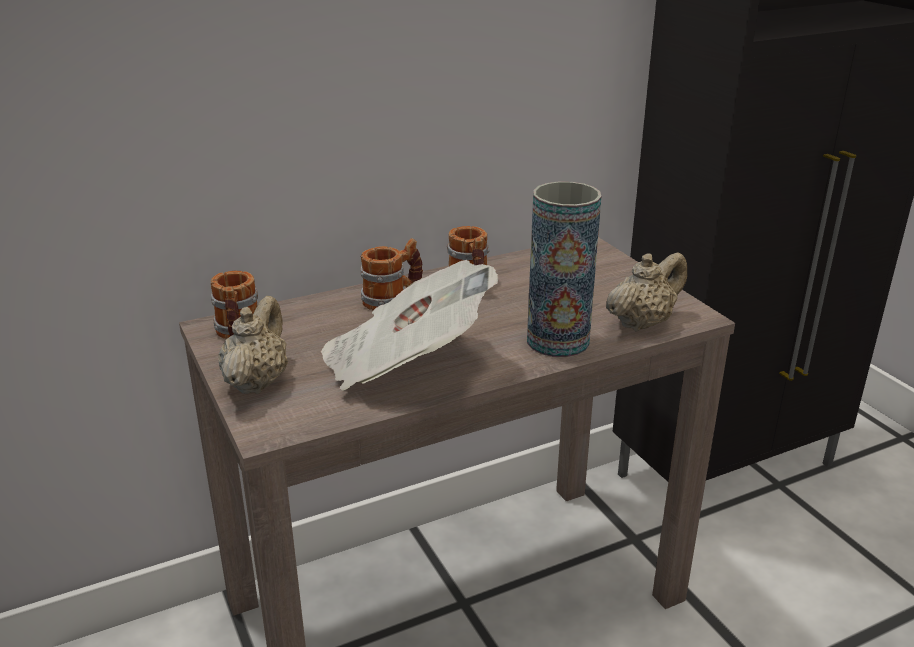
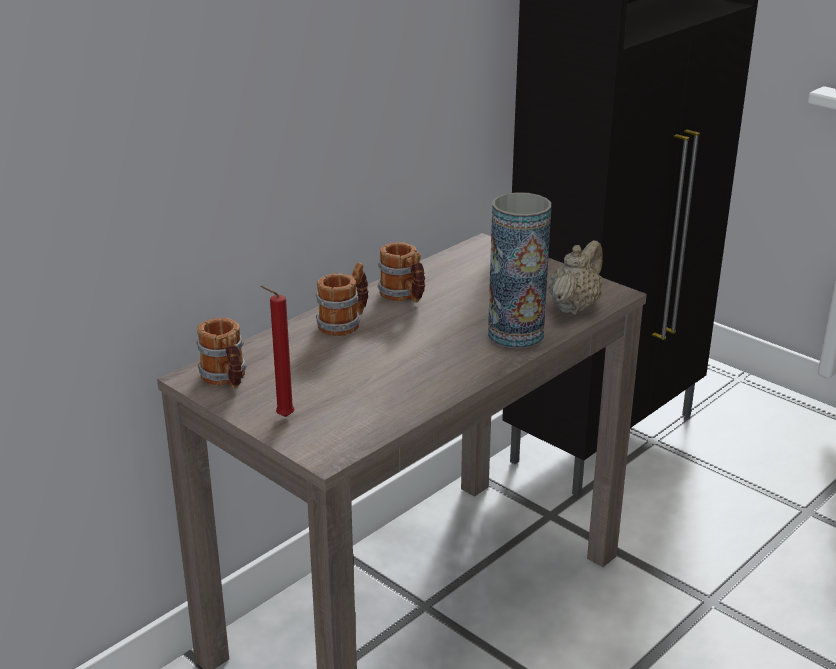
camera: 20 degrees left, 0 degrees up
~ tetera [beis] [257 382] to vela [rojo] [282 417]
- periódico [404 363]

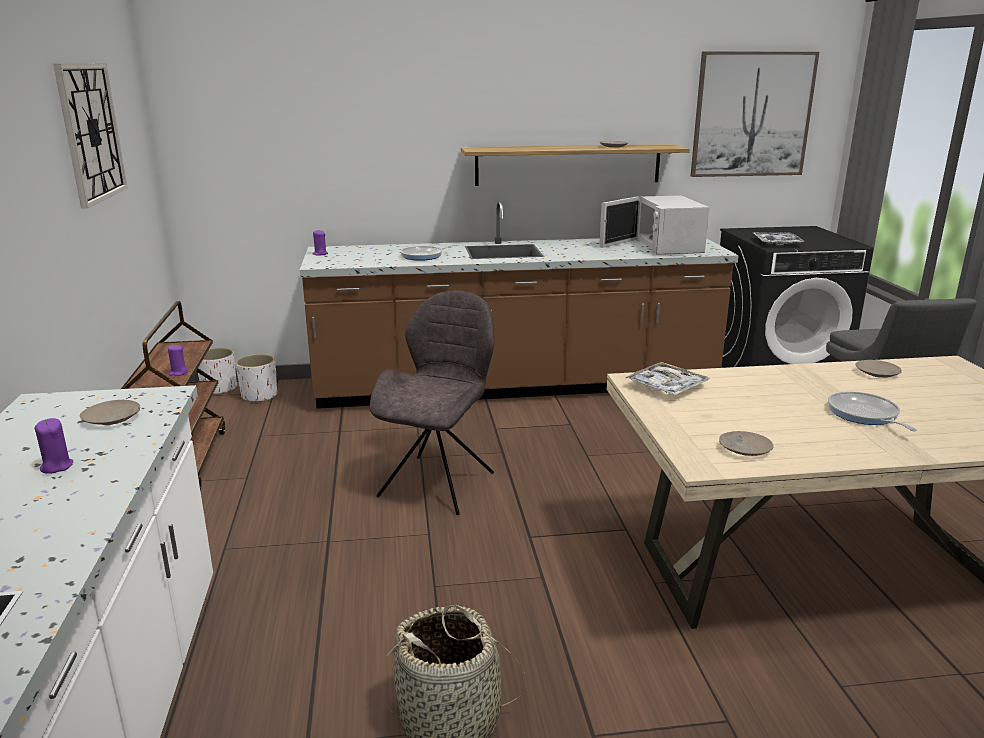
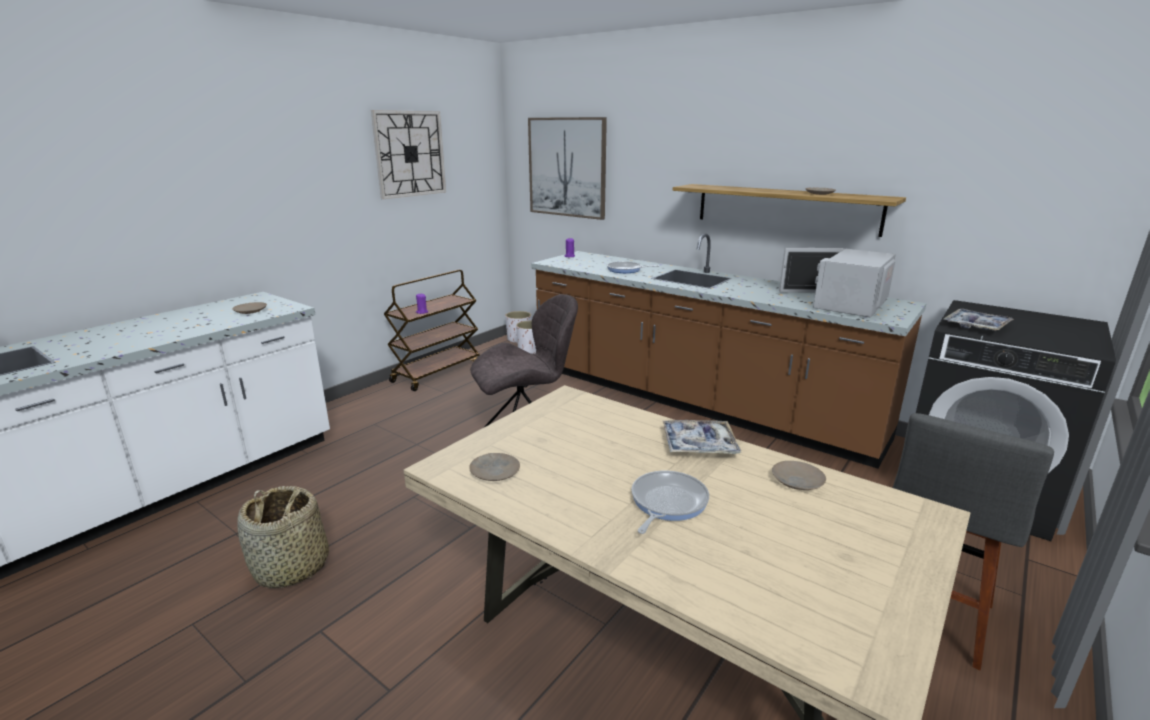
camera: 45 degrees right, 0 degrees up
~ cuadro [752 115] to [567 167]
~ bandeja [666 386] to [699 444]
- vela [morado] [56 466]

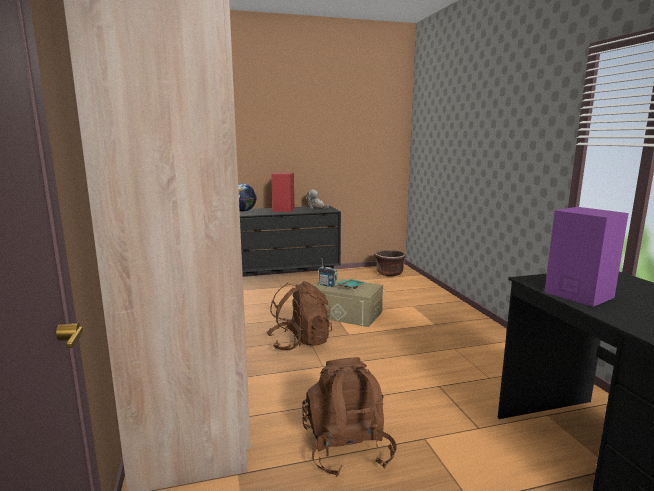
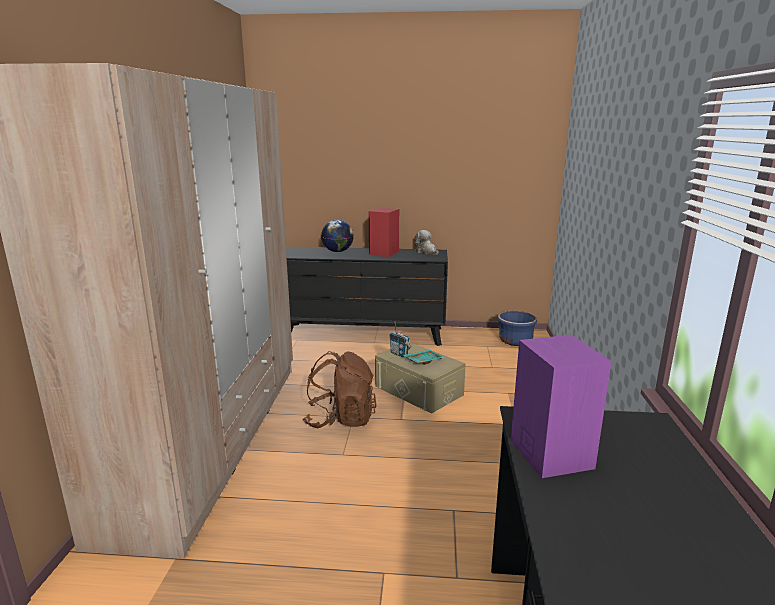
camera: 20 degrees right, 5 degrees up
~ maceta [marrón] [389 273] to maceta [azul] [515 341]
- mochila [marrón] [347 448]

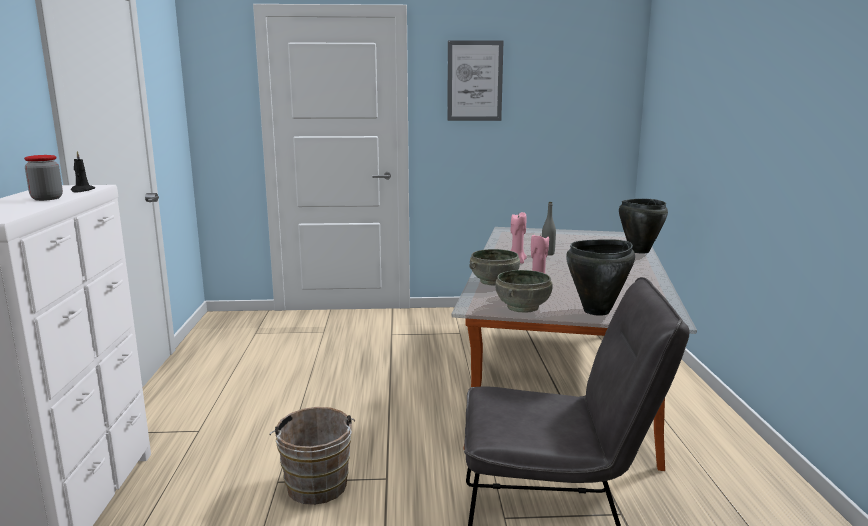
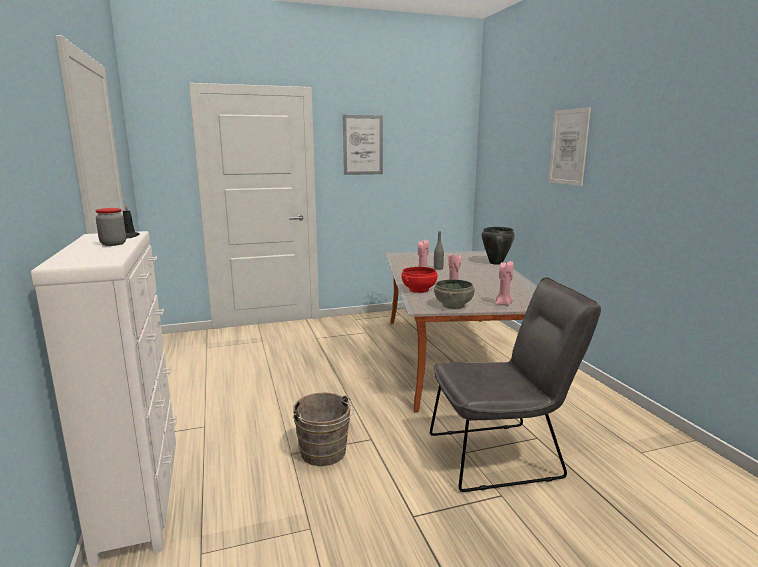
camera: 15 degrees left, 0 degrees up
~ cuenco [gris] [494 281] to cuenco [rojo] [419 290]
~ olla [negro] [597 311] to vela [rosa] [503 304]
+ cuadro [568 147]

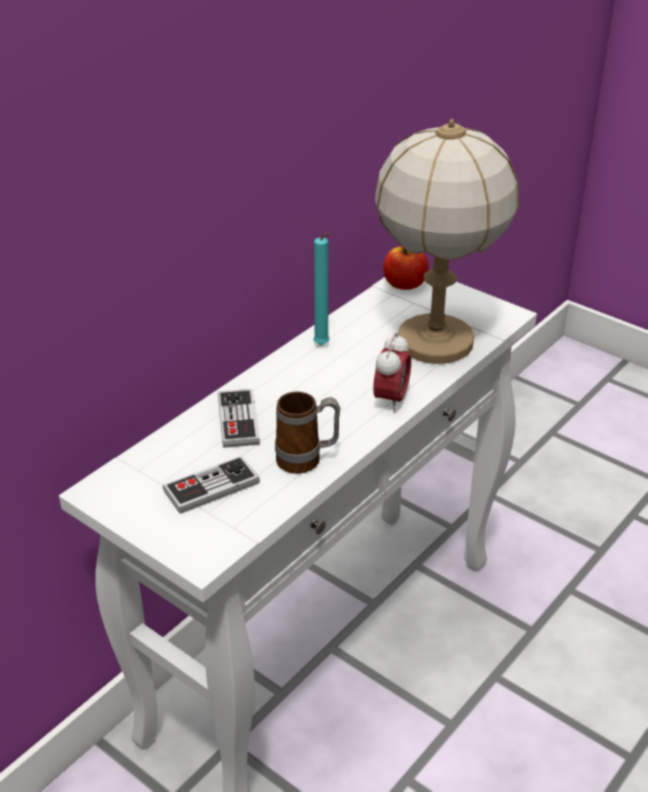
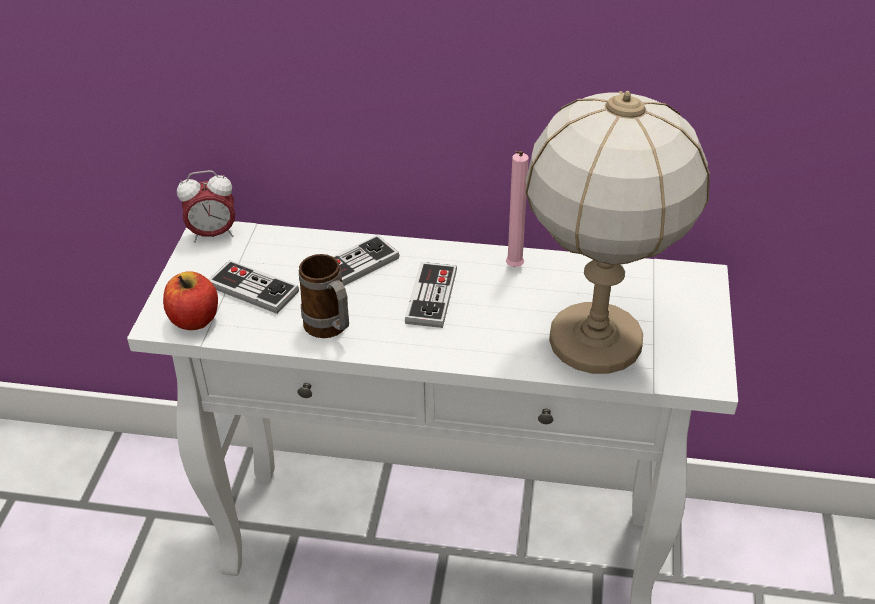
camera: 60 degrees right, 5 degrees up
~ manzana [404 284] to [195 319]
~ despertador [391 400] to [213 234]
+ mando de consola [431 297]
~ vela [turquesa] [322 346] to vela [rosa] [513 269]

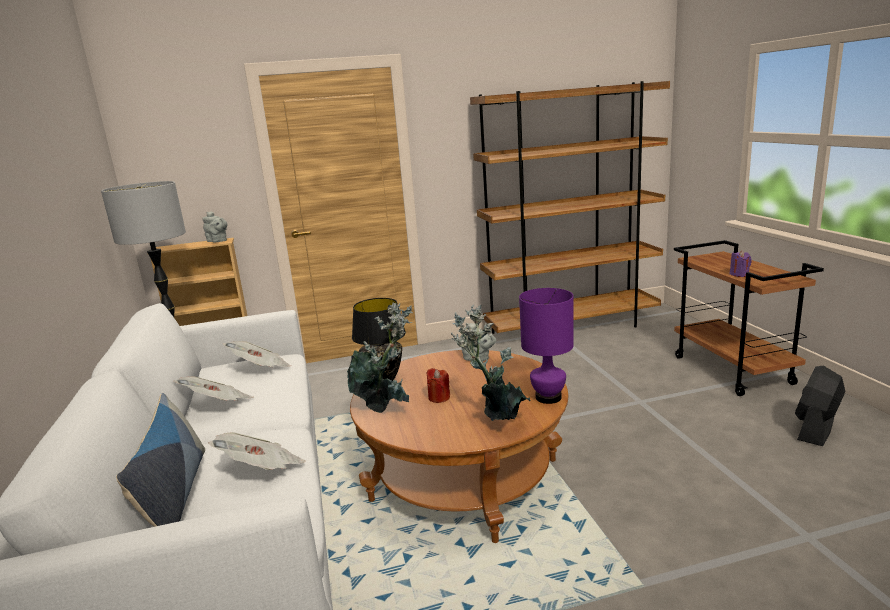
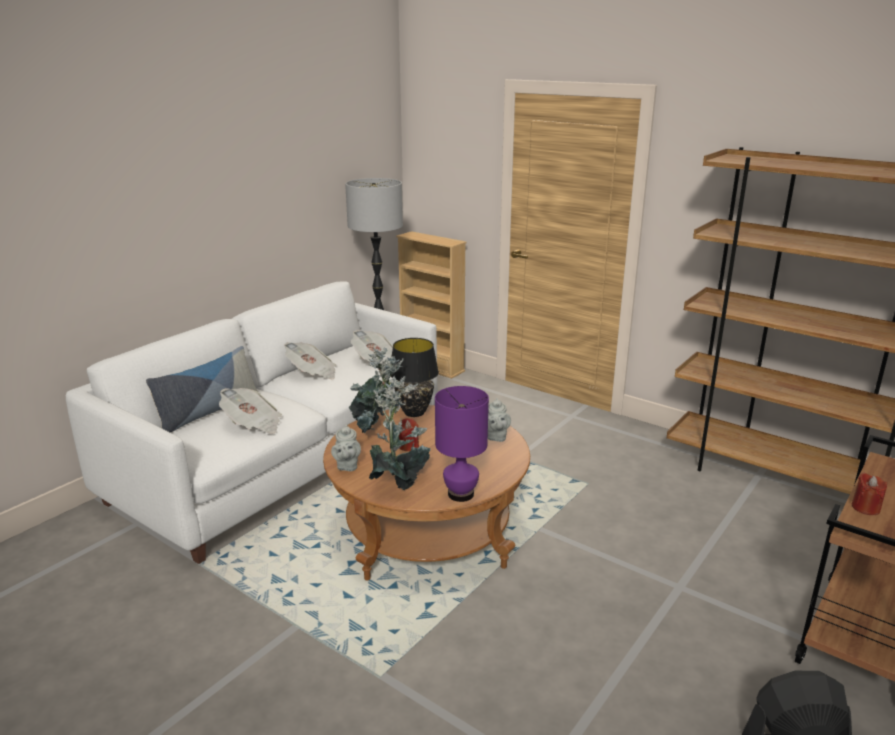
camera: 50 degrees right, 5 degrees up
~ tetera [gris] [218 241] to [347 466]
~ vela [morado] [739 274] to vela [rojo] [865 508]

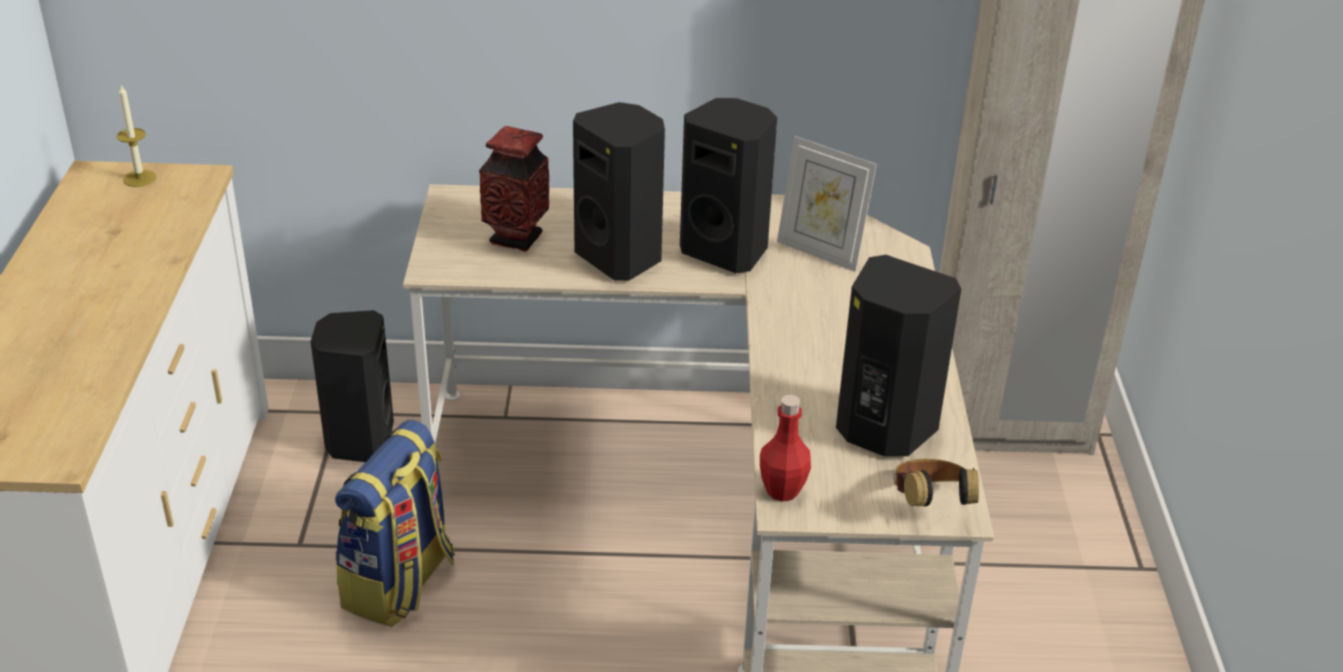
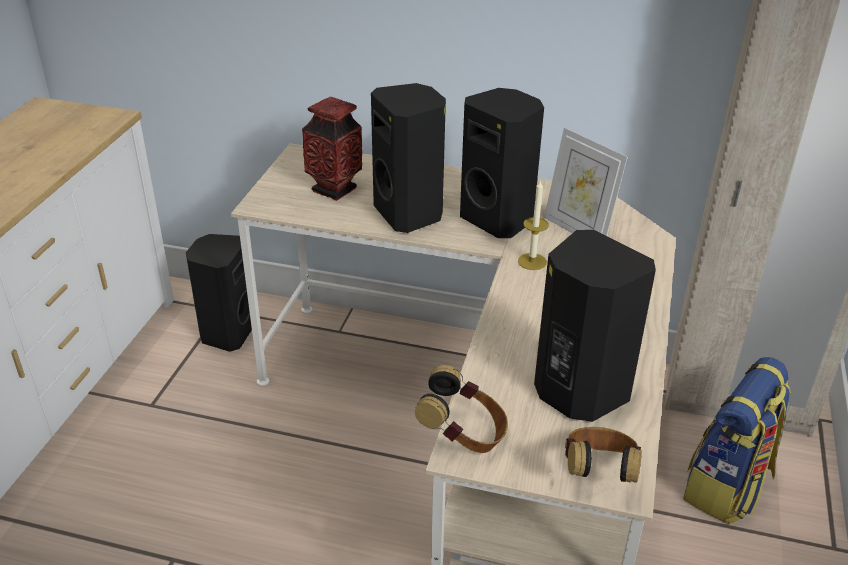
camera: 15 degrees right, 0 degrees up
~ botella [rojo] [782 490] to auriculares [463 435]
~ vela [139 178] to [532 261]
~ mochila [400 584] to [727 487]

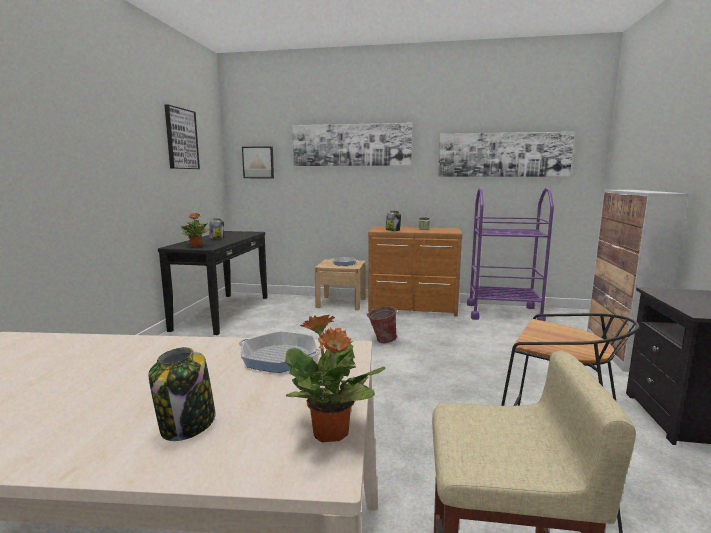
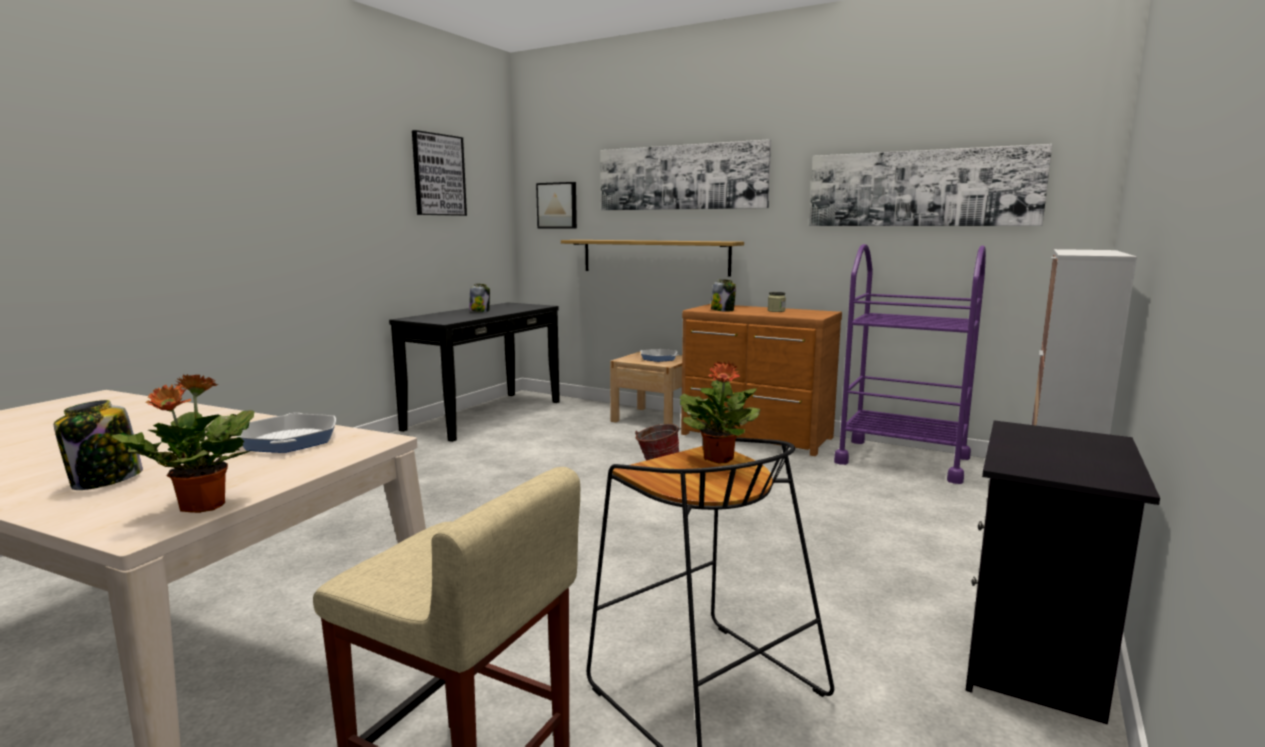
camera: 20 degrees right, 0 degrees up
~ sartén [279 357] = [290 440] 150 degrees counterclockwise
+ estante [654 257]
~ planta en maceta [196 246] to [719 458]

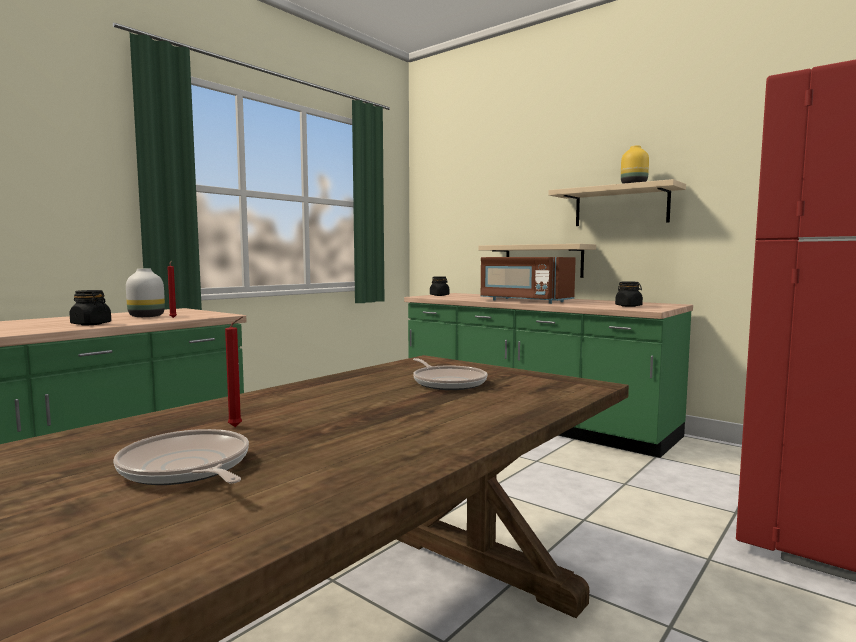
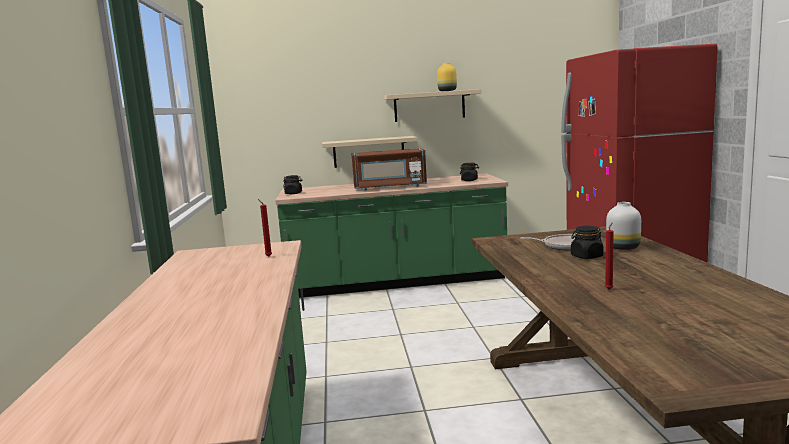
camera: 45 degrees left, 5 degrees up
~ tarro [negro] [91 324] to [586 256]
~ florero [blanco] [147 316] to [622 247]
- sartén [187 469]

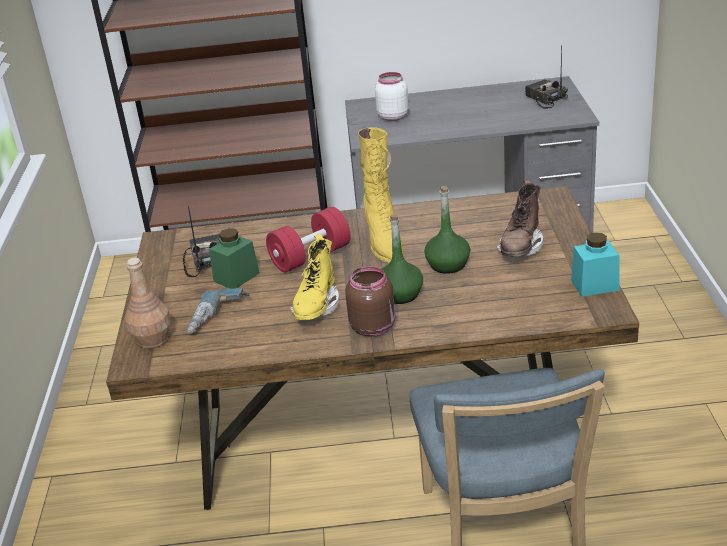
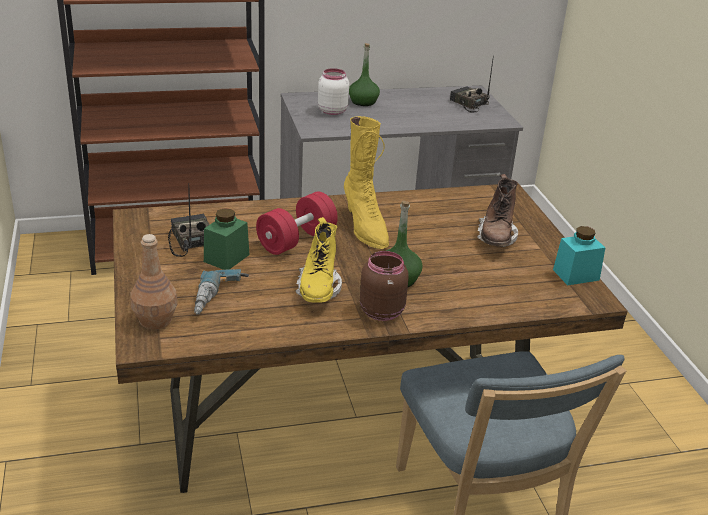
camera: 15 degrees left, 0 degrees up
~ botella [verde] [448 264] to [363 102]

